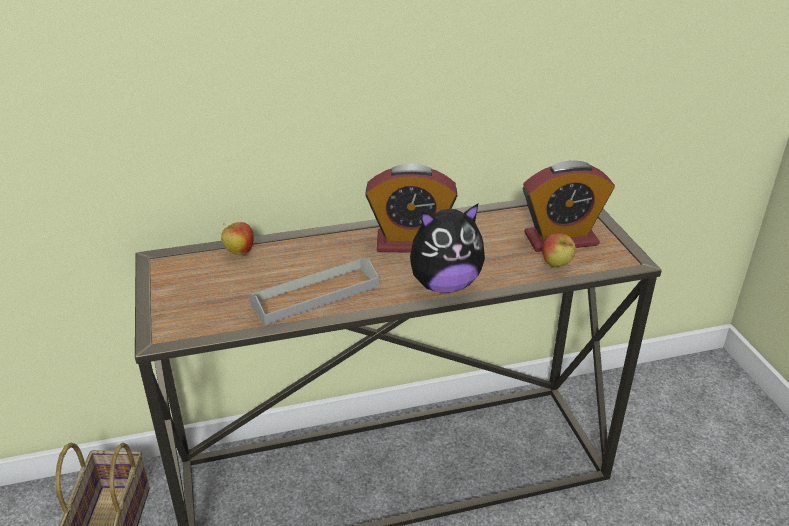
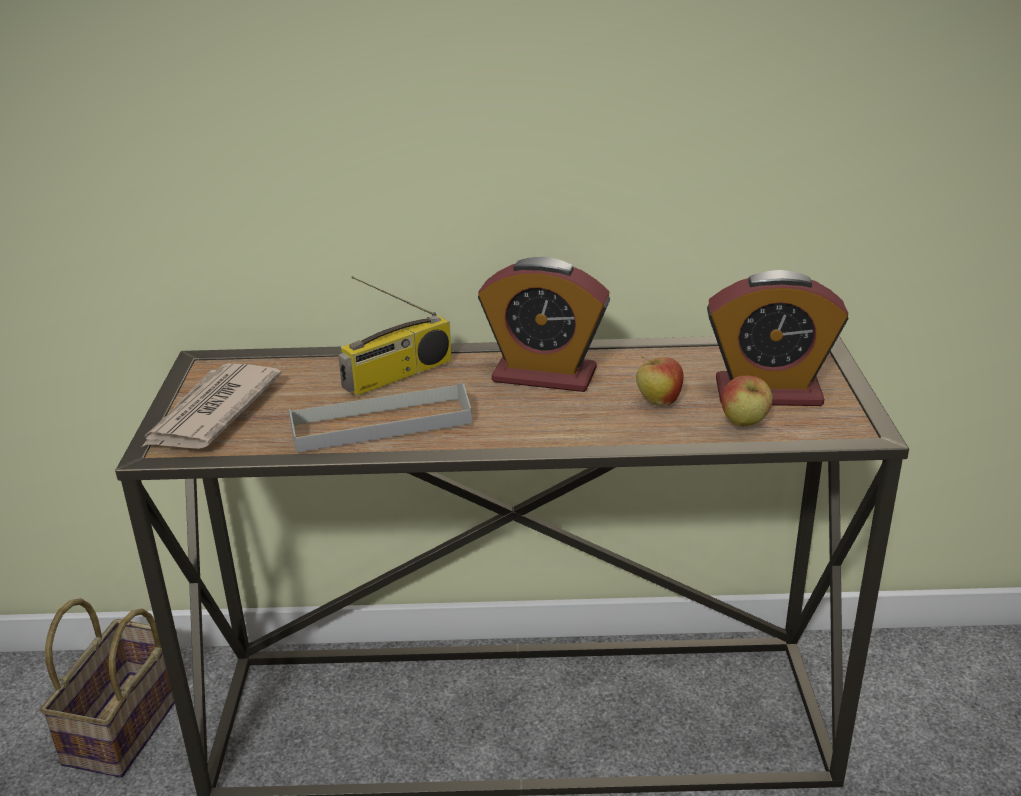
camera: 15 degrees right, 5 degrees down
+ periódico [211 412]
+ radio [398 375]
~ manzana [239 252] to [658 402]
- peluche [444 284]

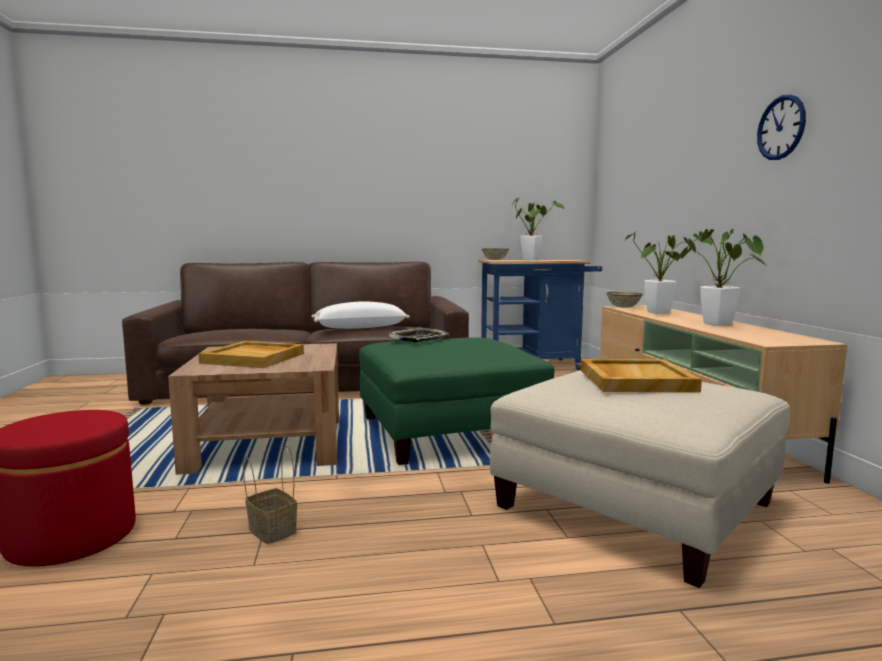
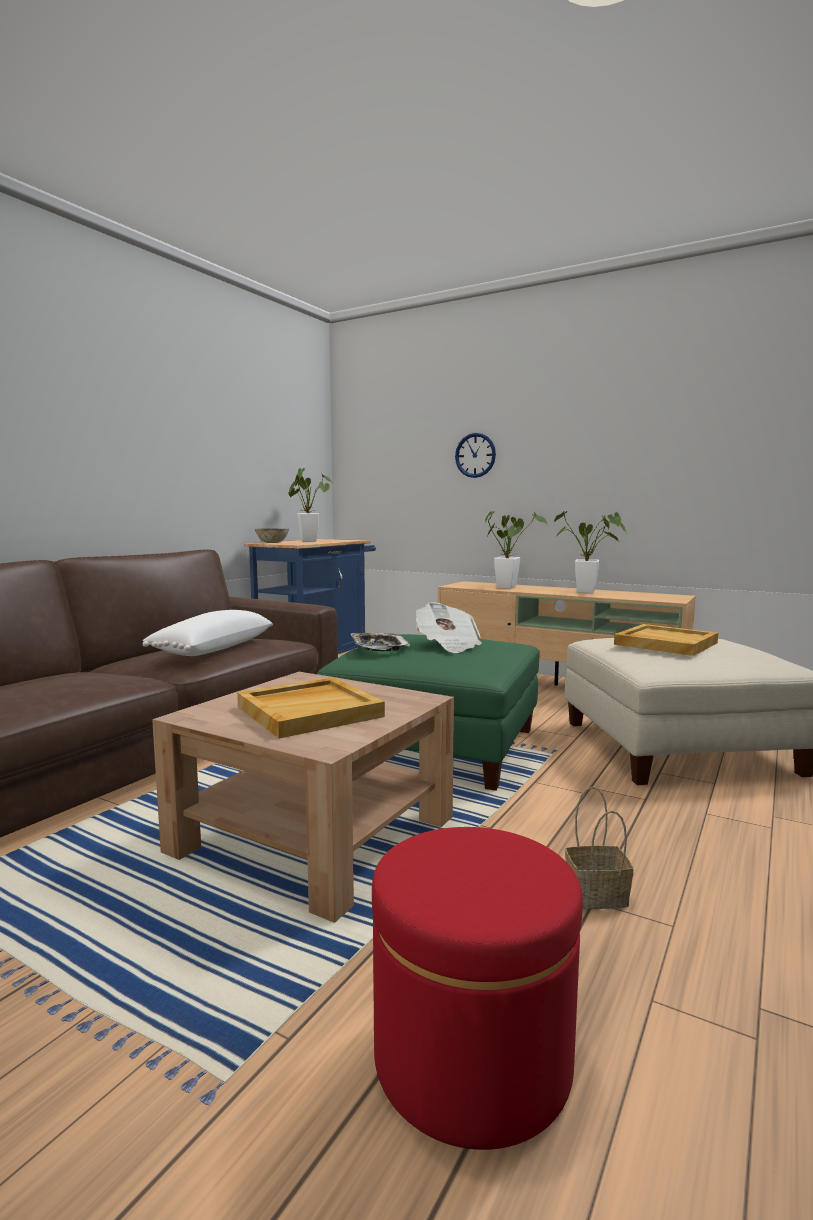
camera: 50 degrees left, 0 degrees up
+ periódico [448 645]
~ reloj de pared [781 128] to [475 455]
- cuenco [624 307]

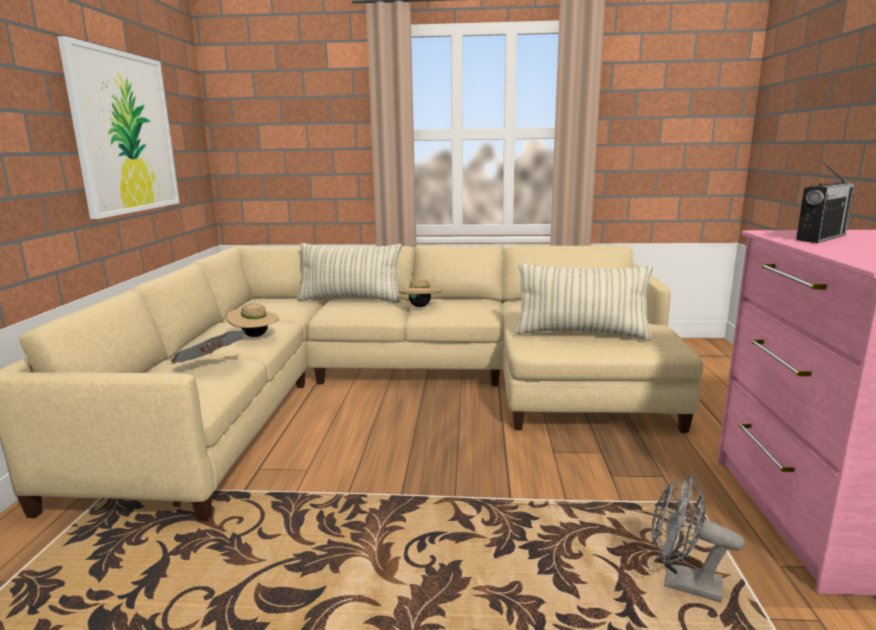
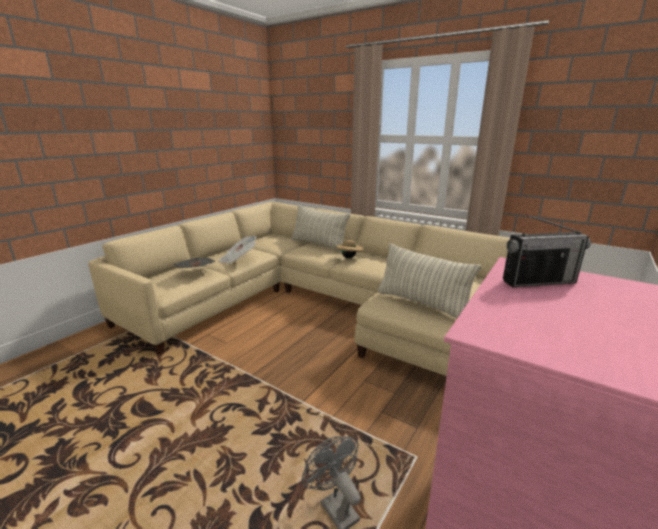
camera: 30 degrees right, 5 degrees up
~ sombrero [beis] [255 336] to periódico [238 259]
- cuadro [124 133]

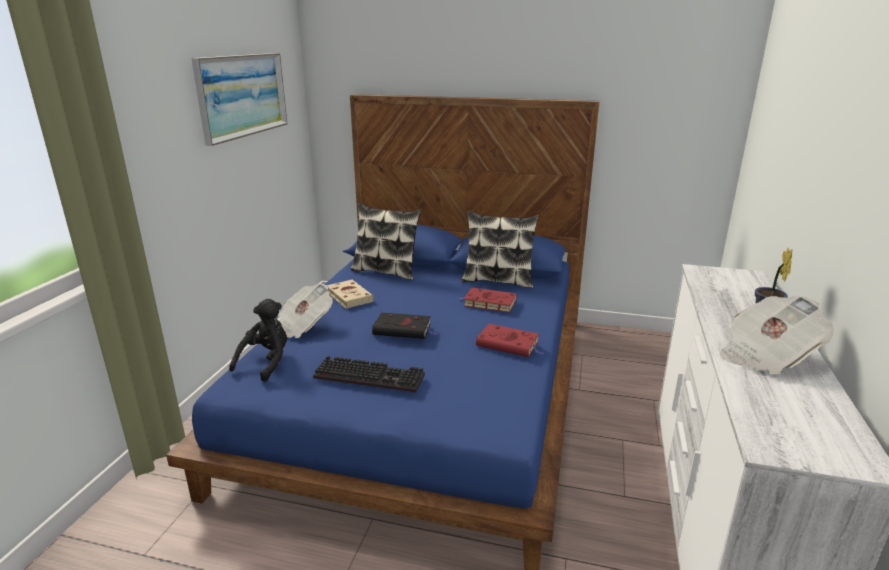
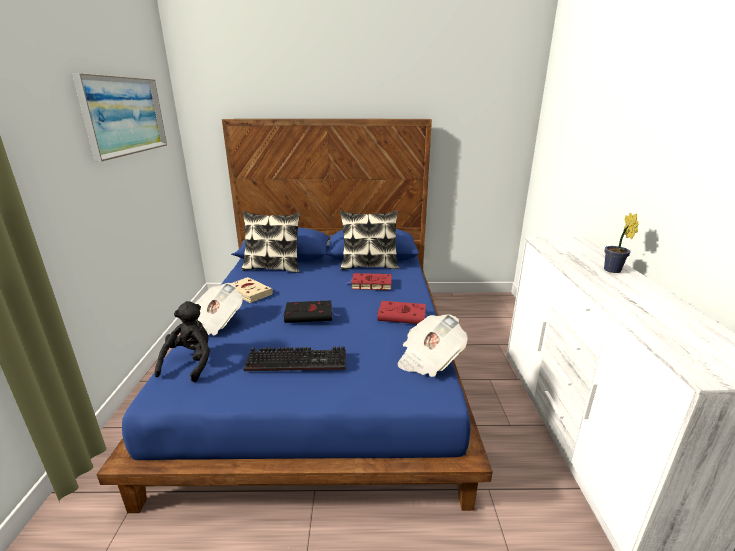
camera: 15 degrees left, 0 degrees up
~ periódico [766 355] to [429 359]

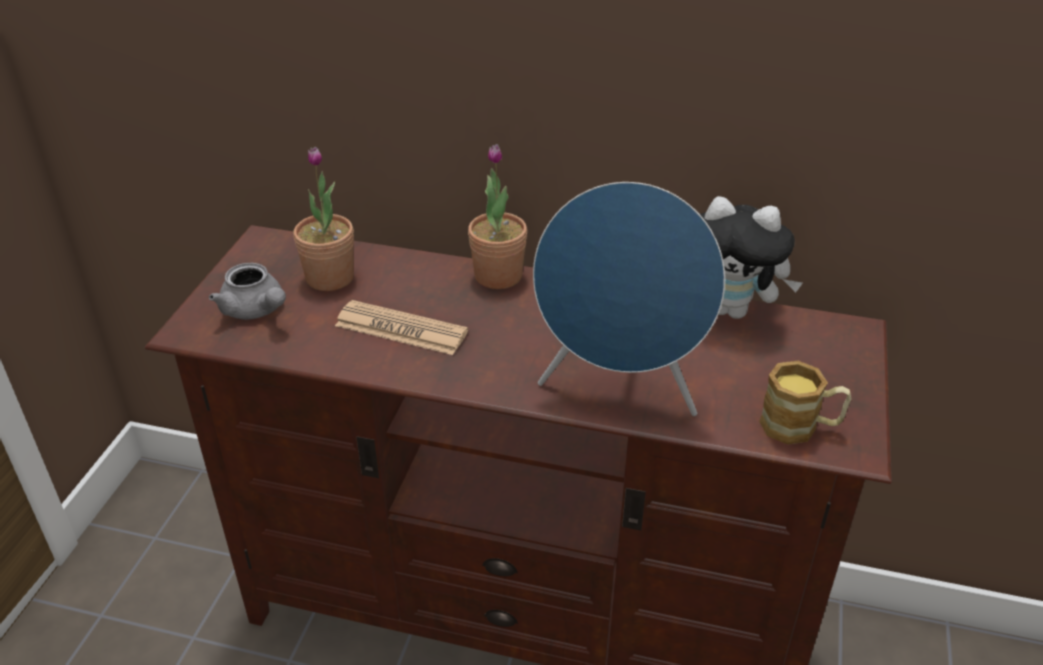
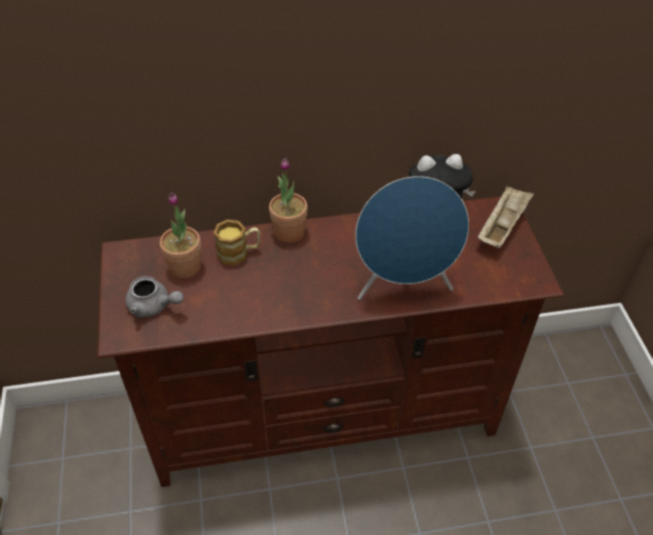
camera: 25 degrees left, 10 degrees up
~ taza grande [800 427] to [239 253]
+ bandeja [beis] [502 226]
- periódico [401 329]

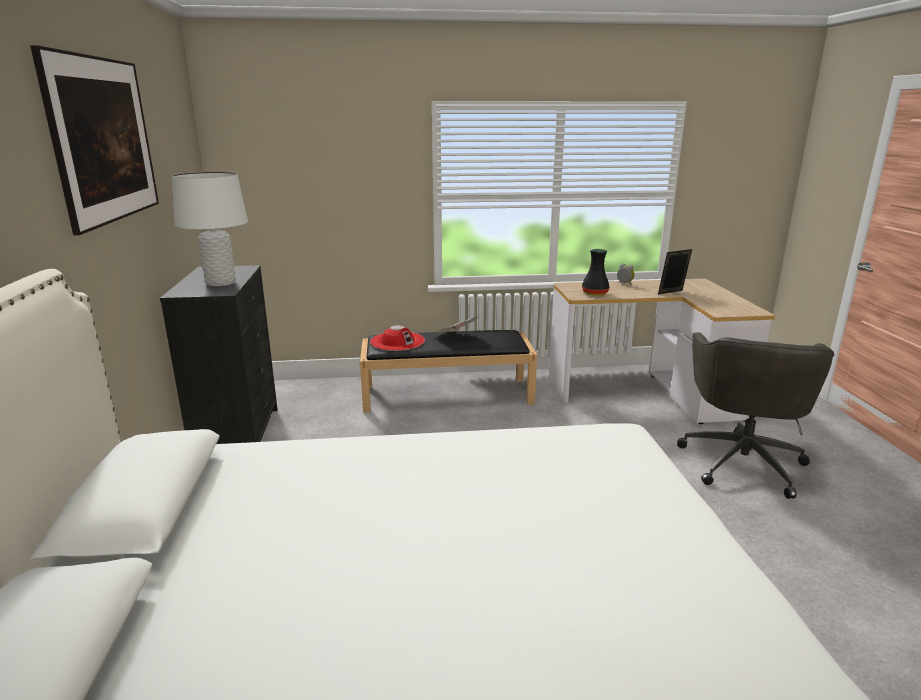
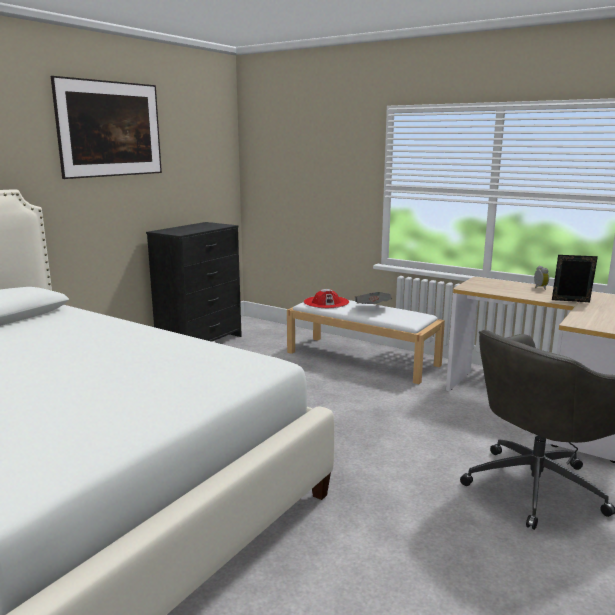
camera: 40 degrees right, 5 degrees down
~ banco [negro] [448 394] to banco [blanco] [363 358]
- lámpara de mesa [blanco] [220 283]
- florero [negro] [594 293]

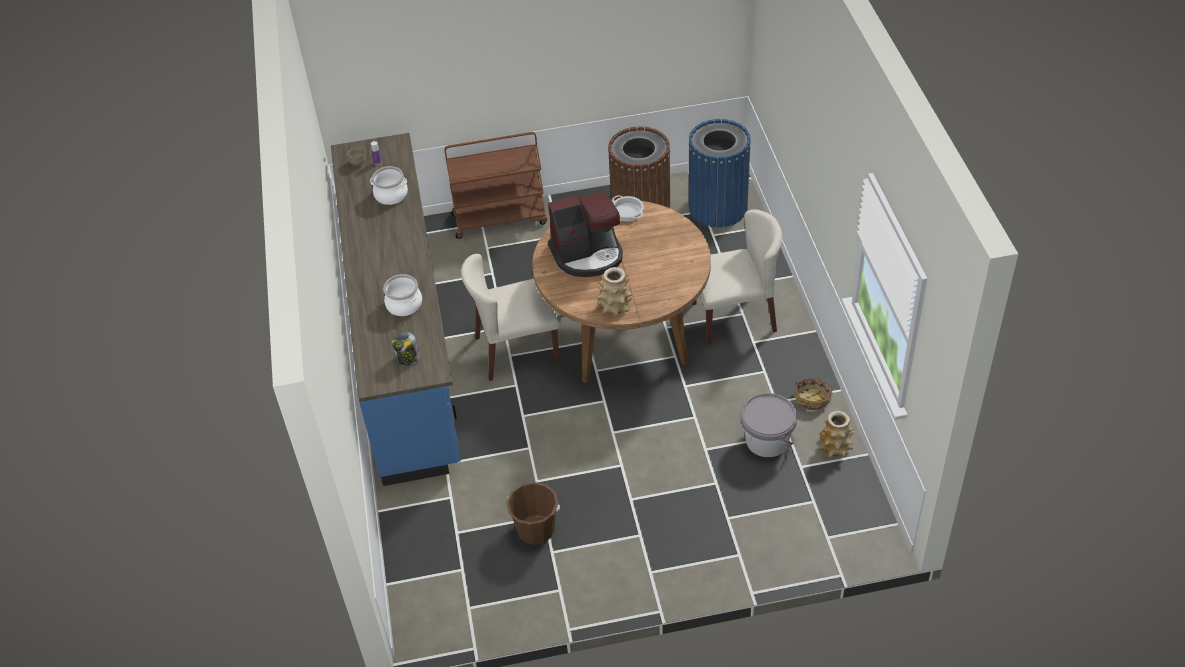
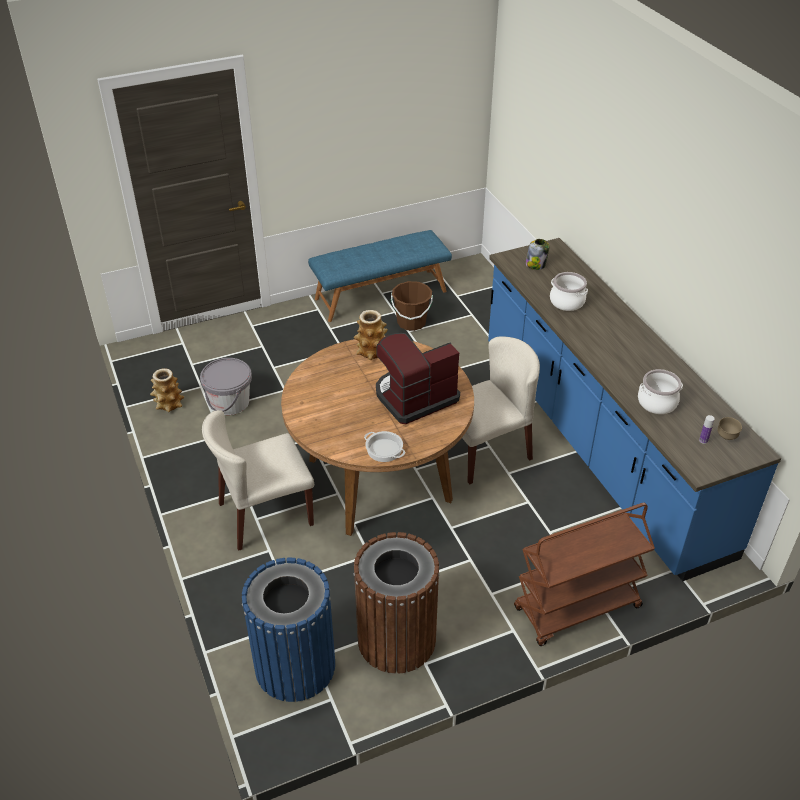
camera: 165 degrees right, 5 degrees down
+ banco [azul] [380 294]
- cesta [812 398]

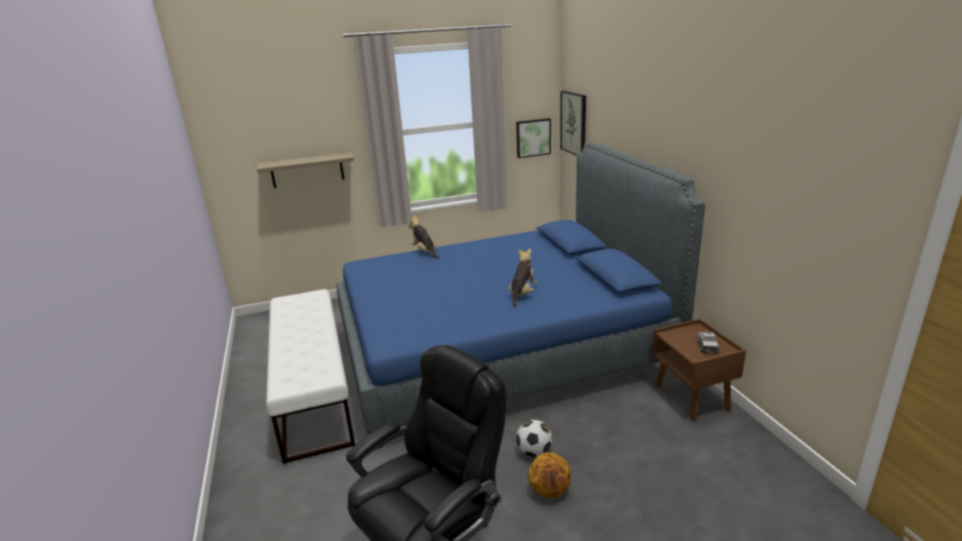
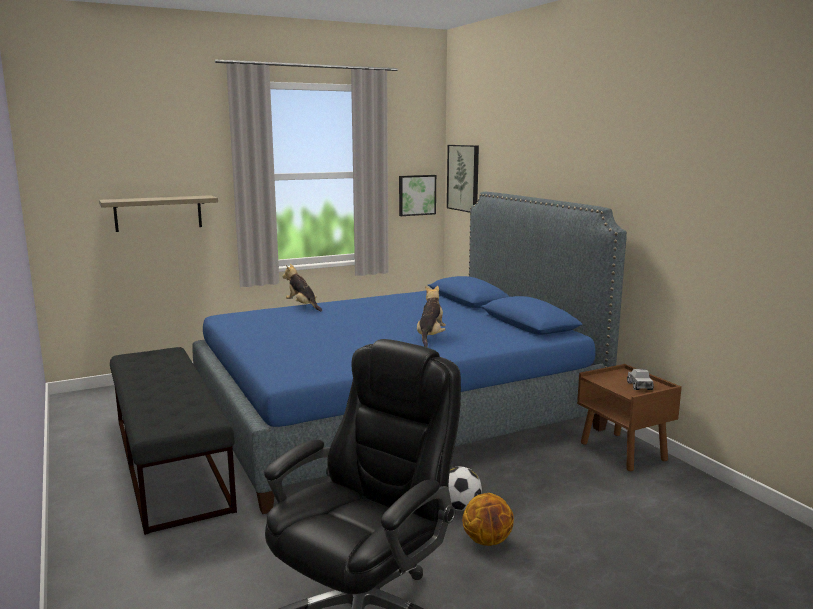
camera: 10 degrees left, 10 degrees down
~ banco [blanco] [313 390] to banco [negro] [170 462]

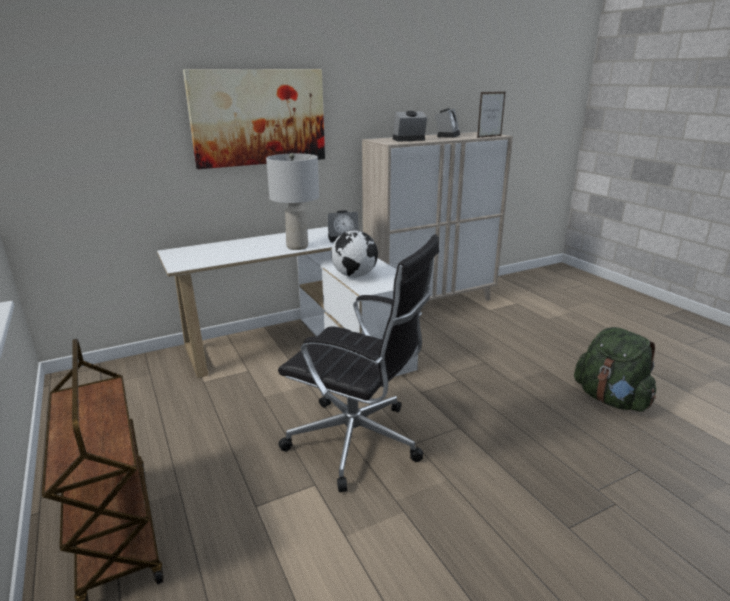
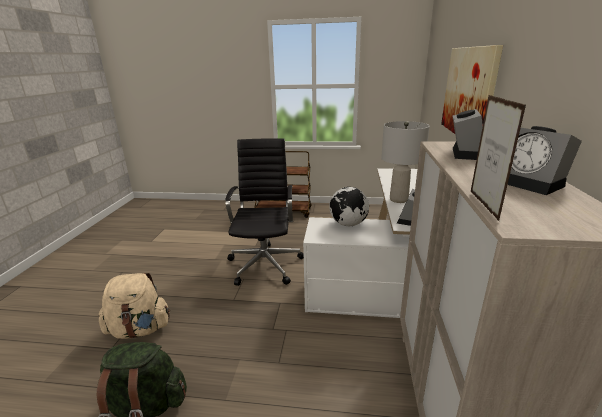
camera: 125 degrees right, 0 degrees up
+ mochila [beis] [140 329]
~ silla de oficina [negro] [358 442] = [265 263] 120 degrees clockwise

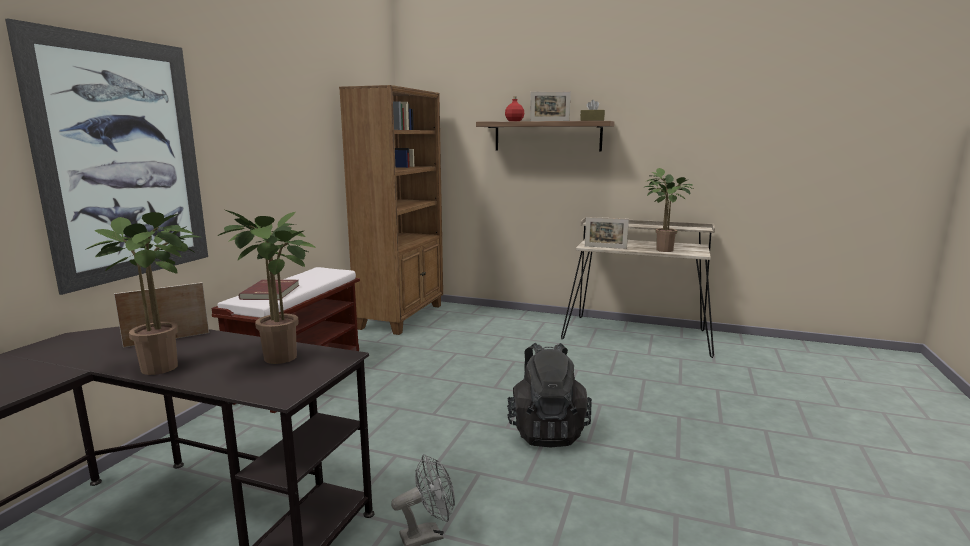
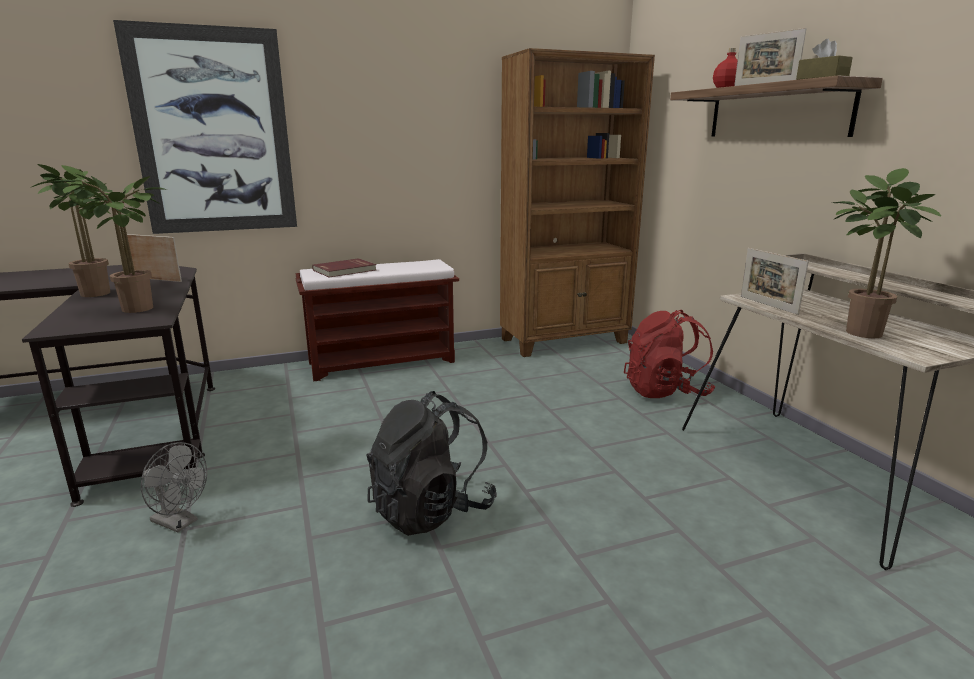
camera: 50 degrees right, 5 degrees up
+ mochila [rojo] [665 391]

